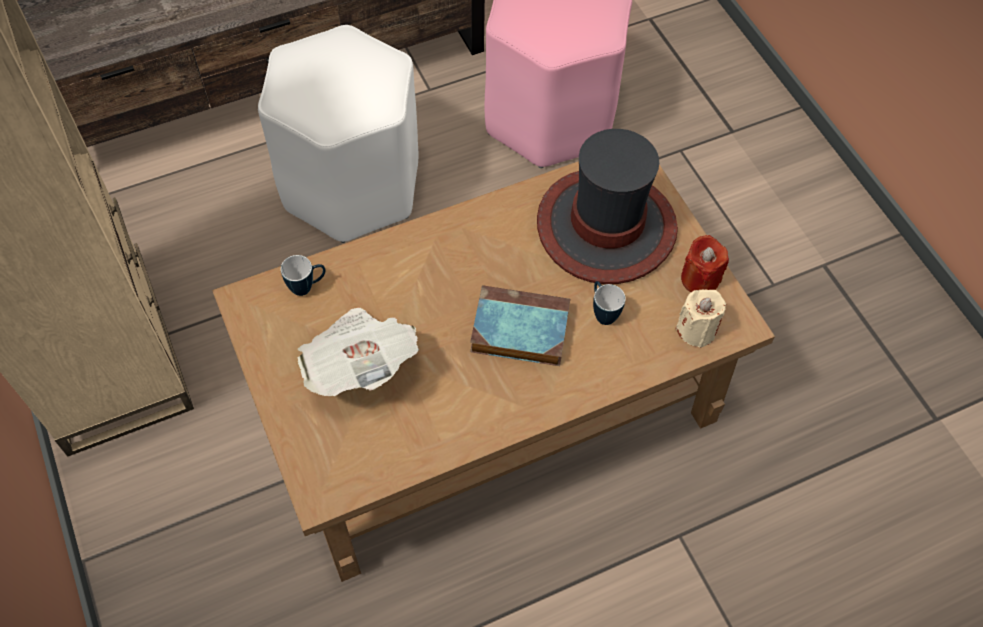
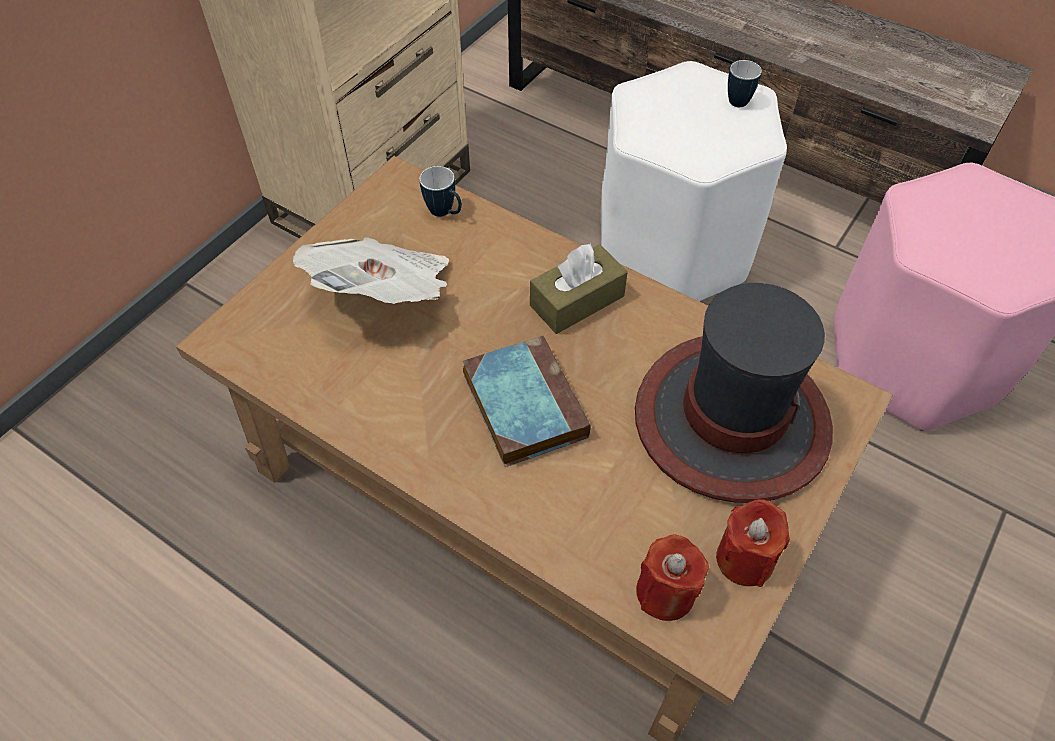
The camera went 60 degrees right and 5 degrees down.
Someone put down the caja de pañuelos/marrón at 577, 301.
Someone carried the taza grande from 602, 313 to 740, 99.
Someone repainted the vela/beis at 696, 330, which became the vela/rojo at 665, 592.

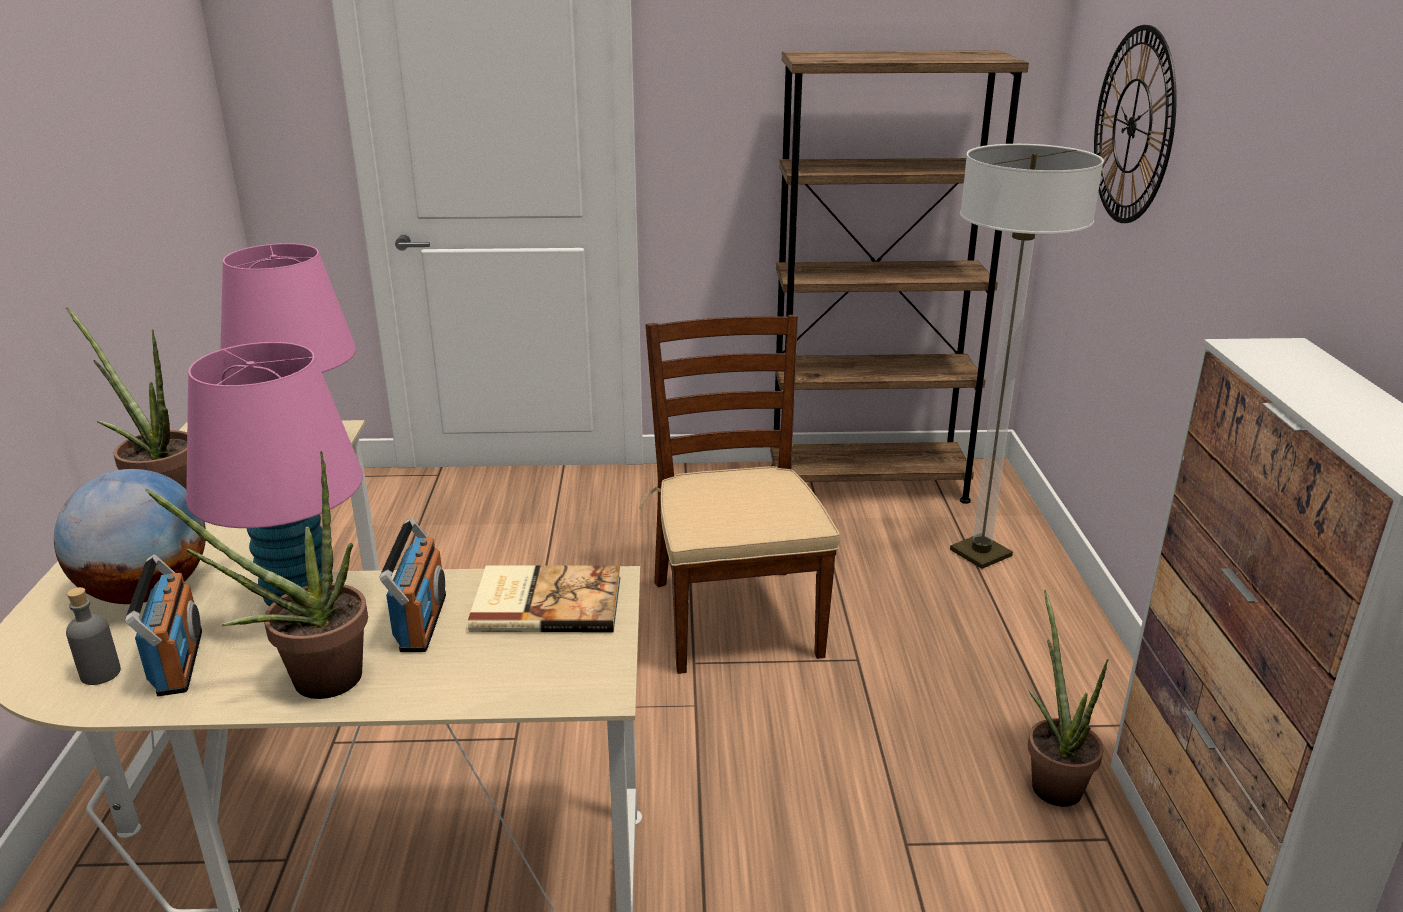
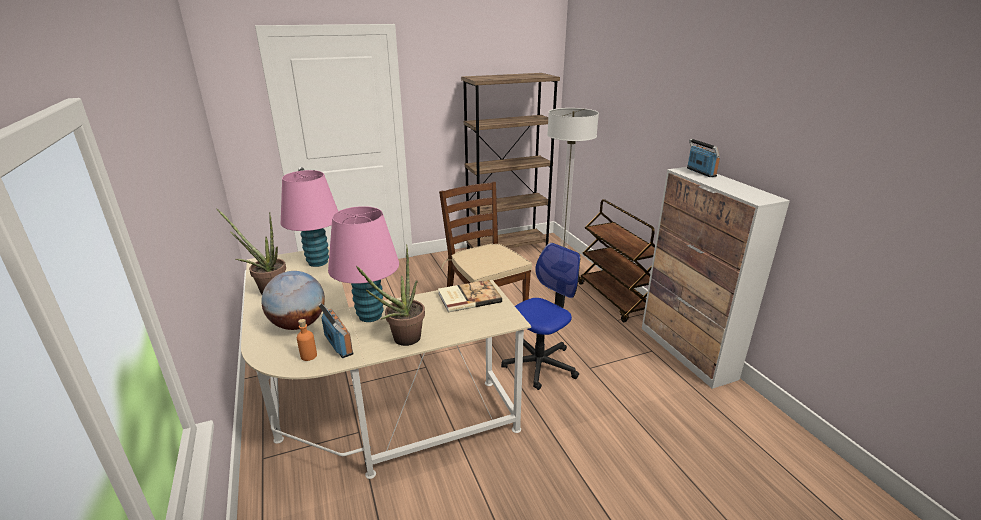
The camera went 20 degrees left and 0 degrees up.
Someone took away the planta en maceta at 1051, 781.
Someone took away the reloj de pared at 1132, 126.
Someone put down the silla de oficina at 540, 364.
Someone put down the carrito/marrón at 615, 299.
Someone carried the radio from 421, 622 to 700, 172.
Someone repainted the botella/gris at 100, 673, which became the botella/naranja at 309, 356.

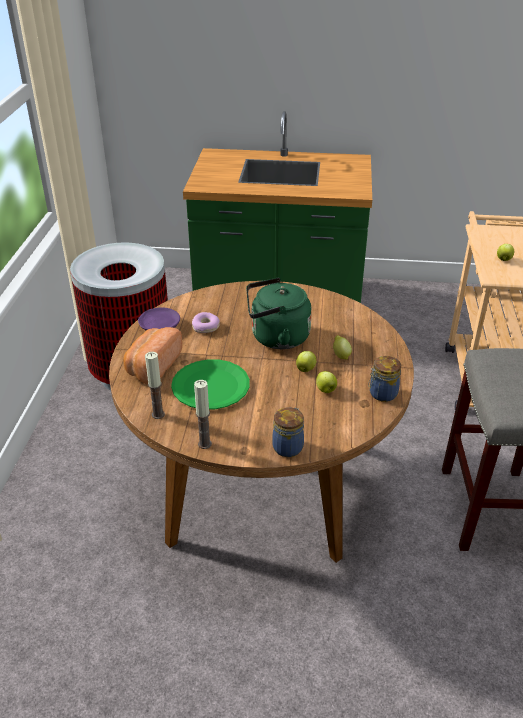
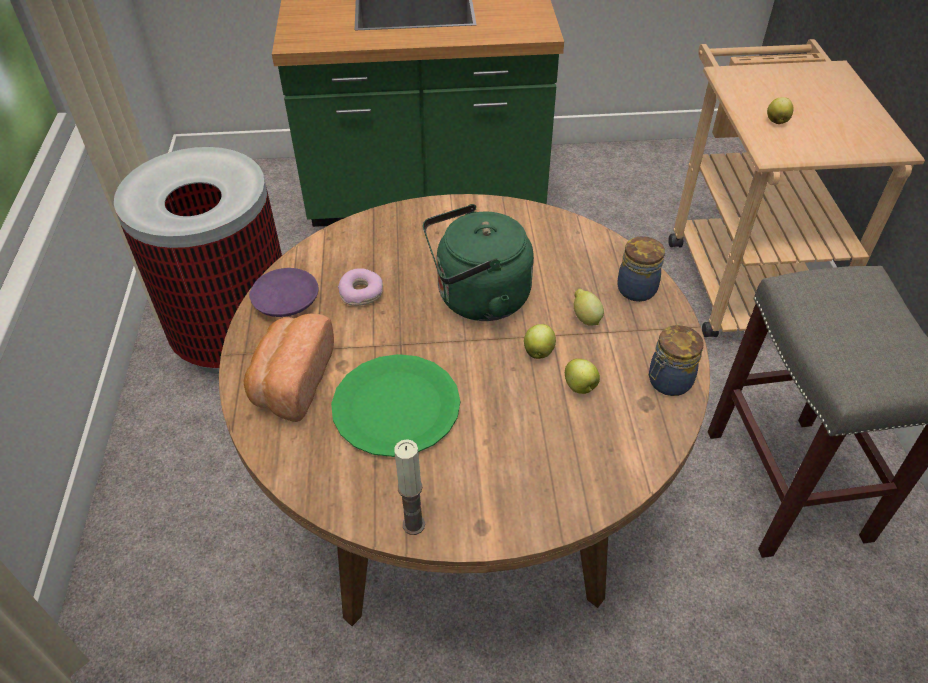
The camera went 10 degrees left and 10 degrees up.
Someone took away the vela at 158, 414.
Someone carried the tarro from 288, 446 to 637, 288.

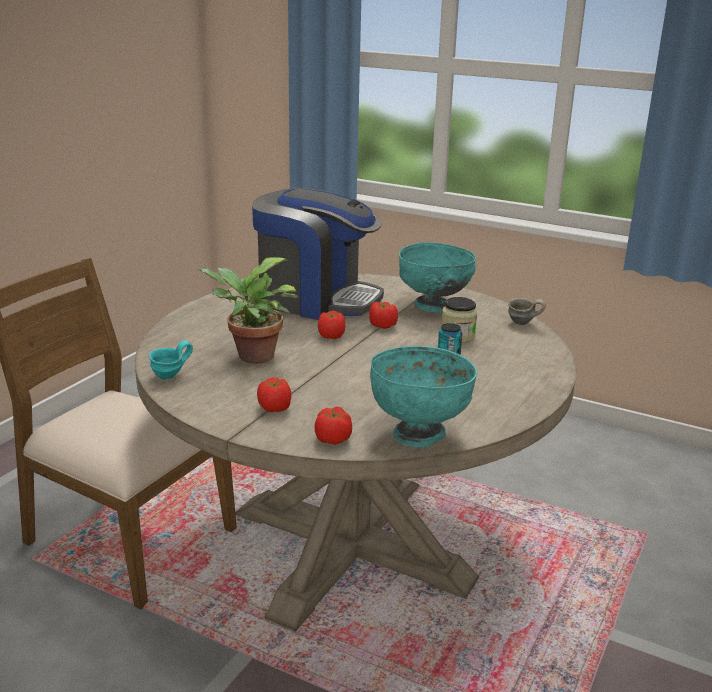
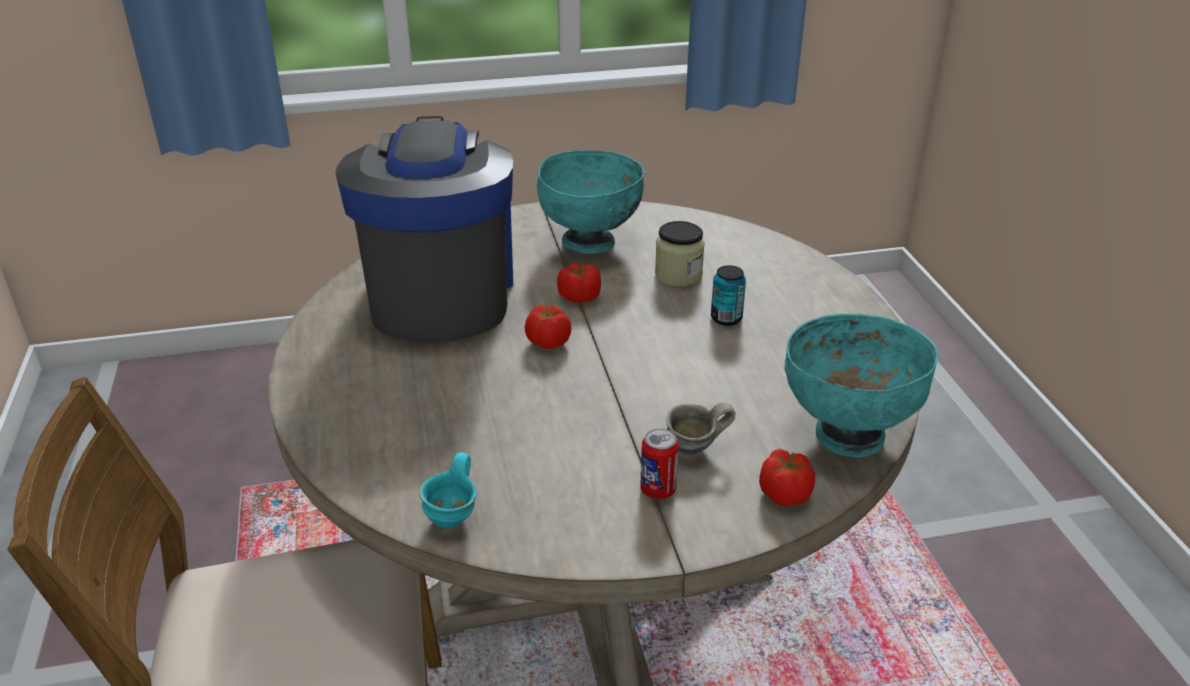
The camera went 40 degrees left and 10 degrees up.
Someone took away the planta en maceta at 251, 357.
Someone carried the taza grande/gris from 522, 324 to 695, 450.
Someone swapped the tomate at 274, 408 for the lata at 658, 490.
Someone rotated the cafetera at 316, 299 by 75 degrees counterclockwise.

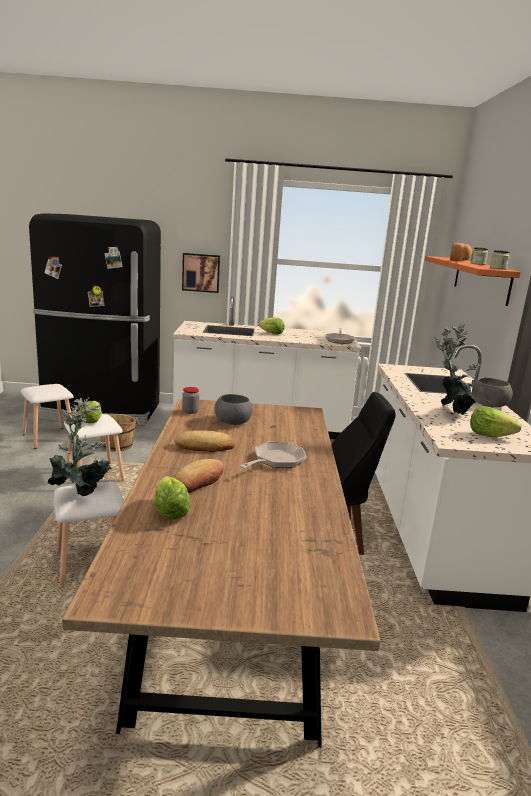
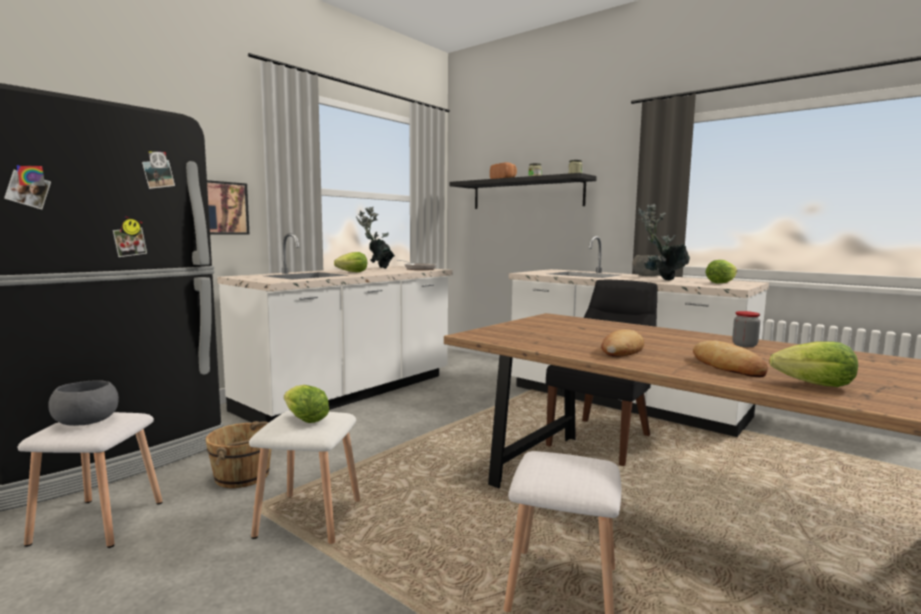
The camera went 50 degrees left and 10 degrees down.
Someone took away the sartén at 276, 460.
Someone carried the planta en maceta from 81, 491 to 377, 268.
Someone carried the tarro from 190, 411 to 744, 345.
Someone carried the cuenco/gris from 233, 422 to 87, 421.
Someone repainted the estante/naranja at 481, 279, which became the estante/negro at 526, 194.

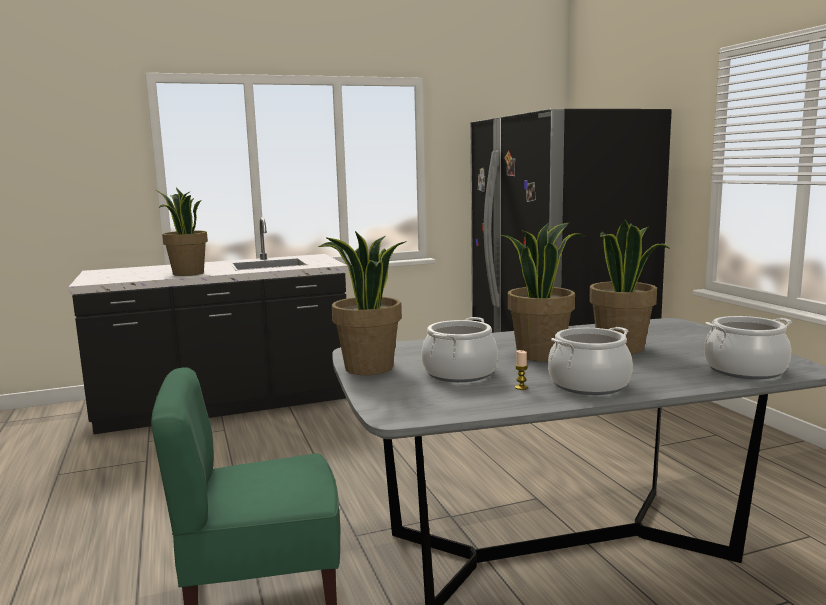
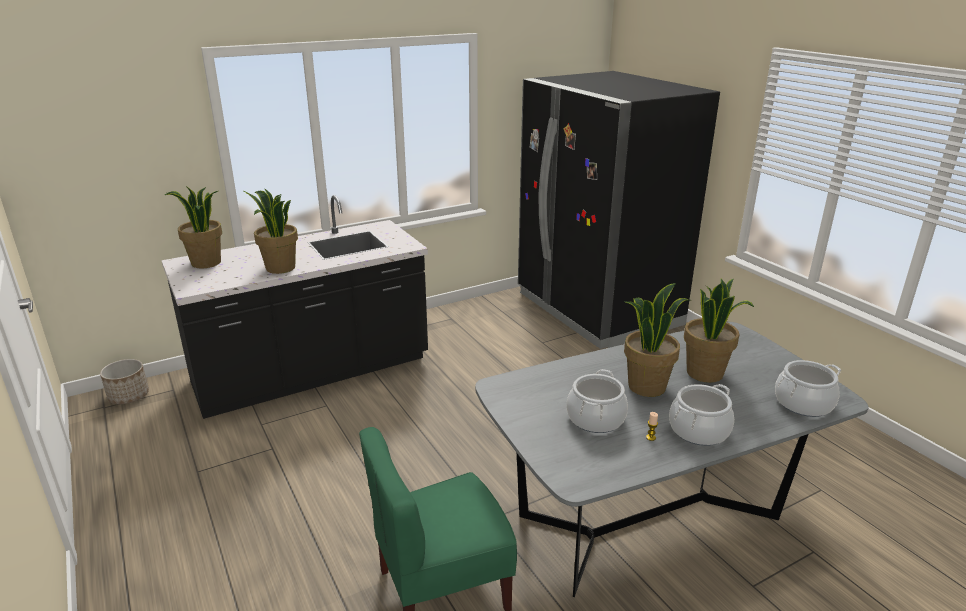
The camera went 10 degrees left and 15 degrees up.
Someone put down the maceta at 128, 396.
Someone carried the planta en maceta from 368, 368 to 206, 263.

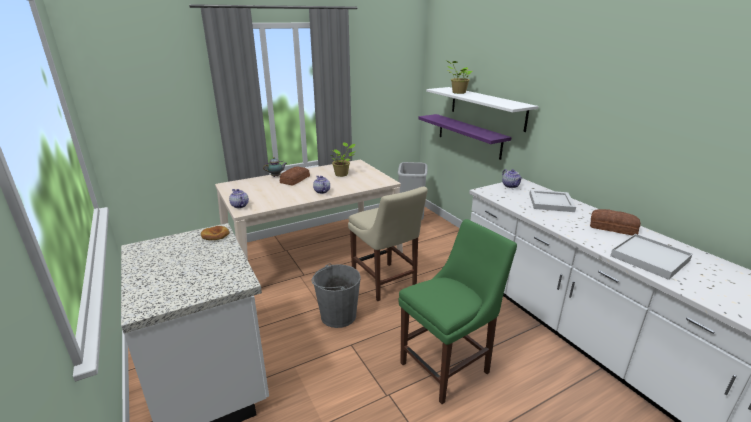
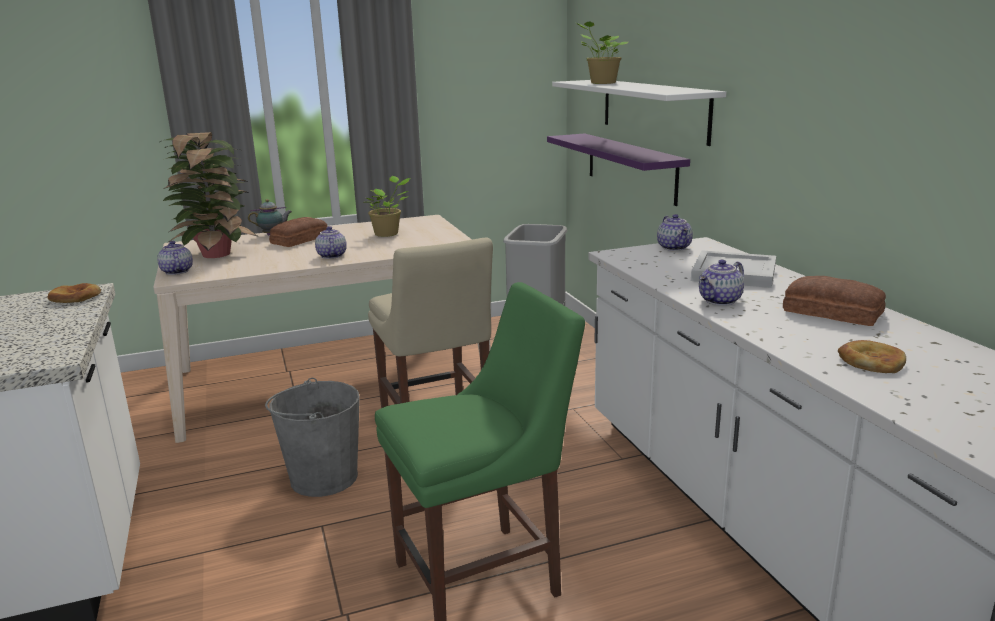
The camera went 10 degrees right and 5 degrees down.
Someone put down the planta en maceta at 216, 253.
Someone put down the tetera at 720, 301.
Someone swapped the bandeja/blanco at 649, 258 for the pan at 871, 361.

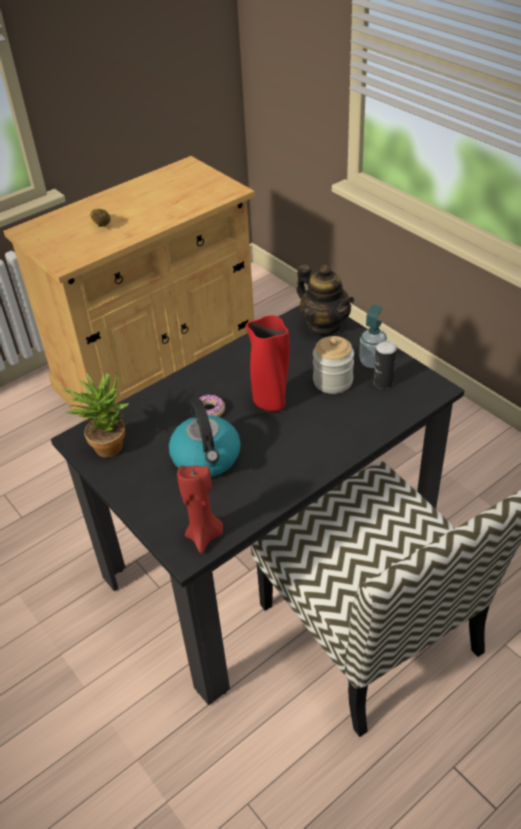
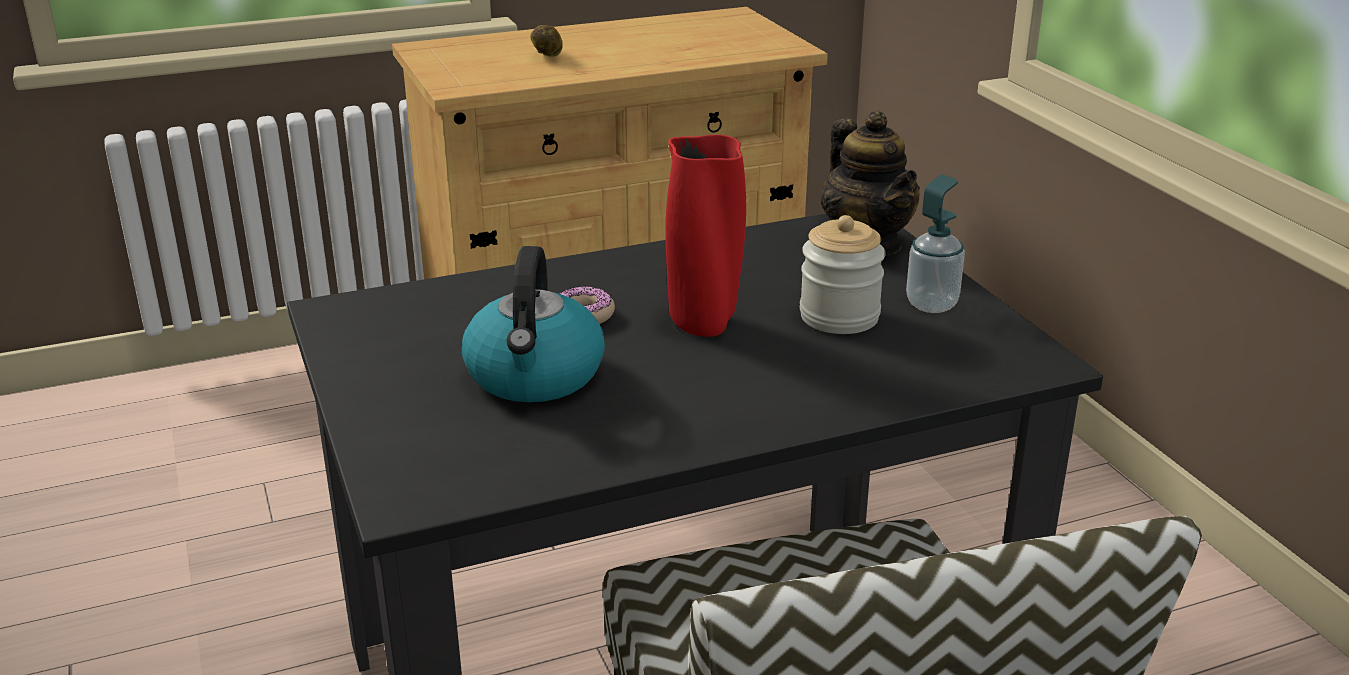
The camera went 15 degrees right and 15 degrees down.
Someone took away the planta en maceta at 107, 443.
Someone took away the vela/rojo at 204, 536.
Someone took away the lata at 383, 382.

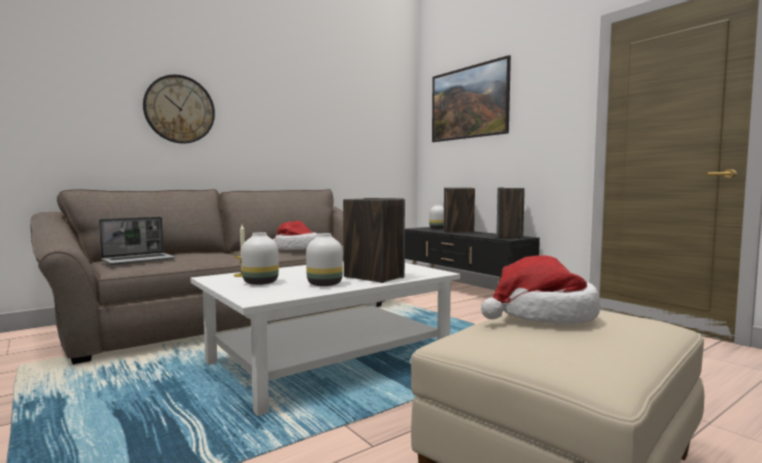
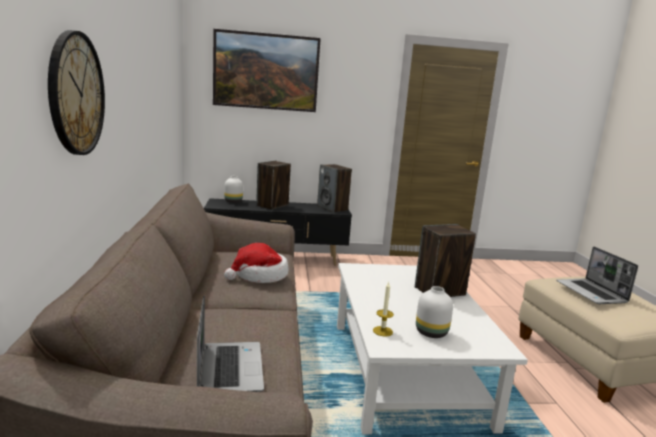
The camera went 60 degrees left and 10 degrees up.
Someone took away the florero/blanco at 325, 284.
Someone swapped the sombrero at 543, 316 for the portátil at 592, 293.

